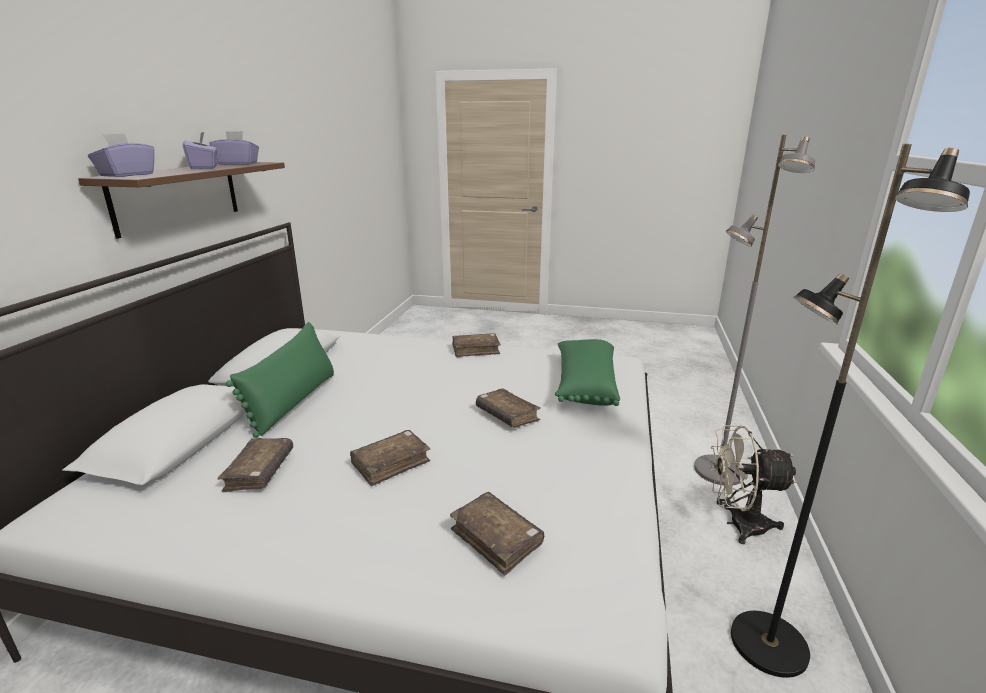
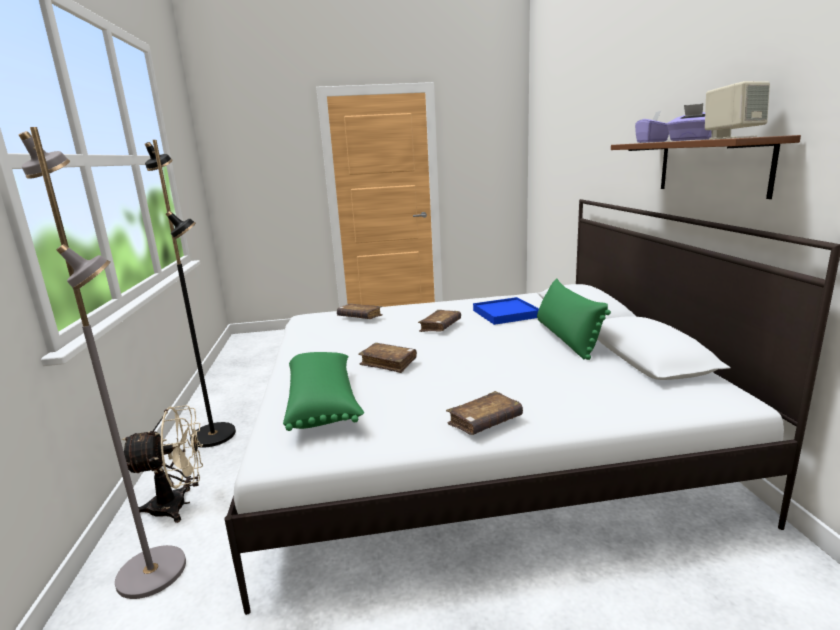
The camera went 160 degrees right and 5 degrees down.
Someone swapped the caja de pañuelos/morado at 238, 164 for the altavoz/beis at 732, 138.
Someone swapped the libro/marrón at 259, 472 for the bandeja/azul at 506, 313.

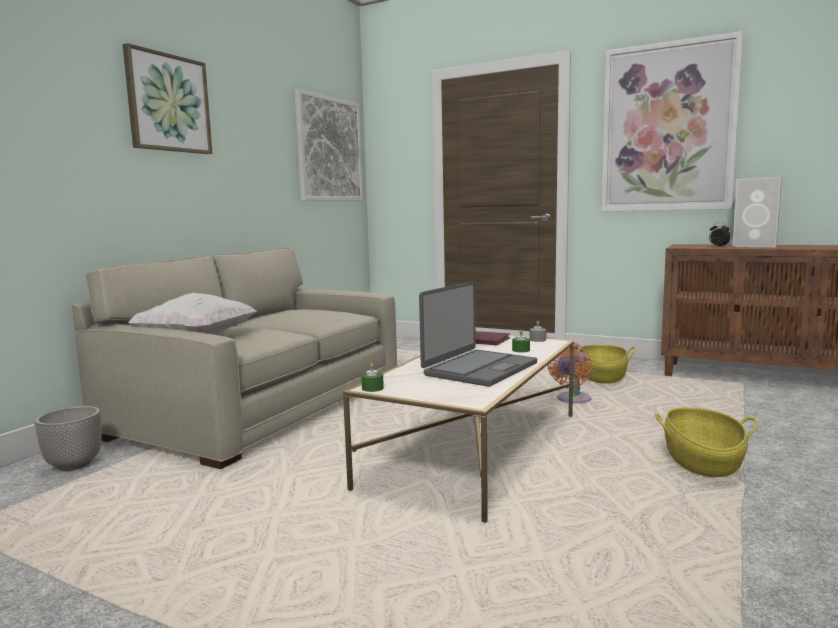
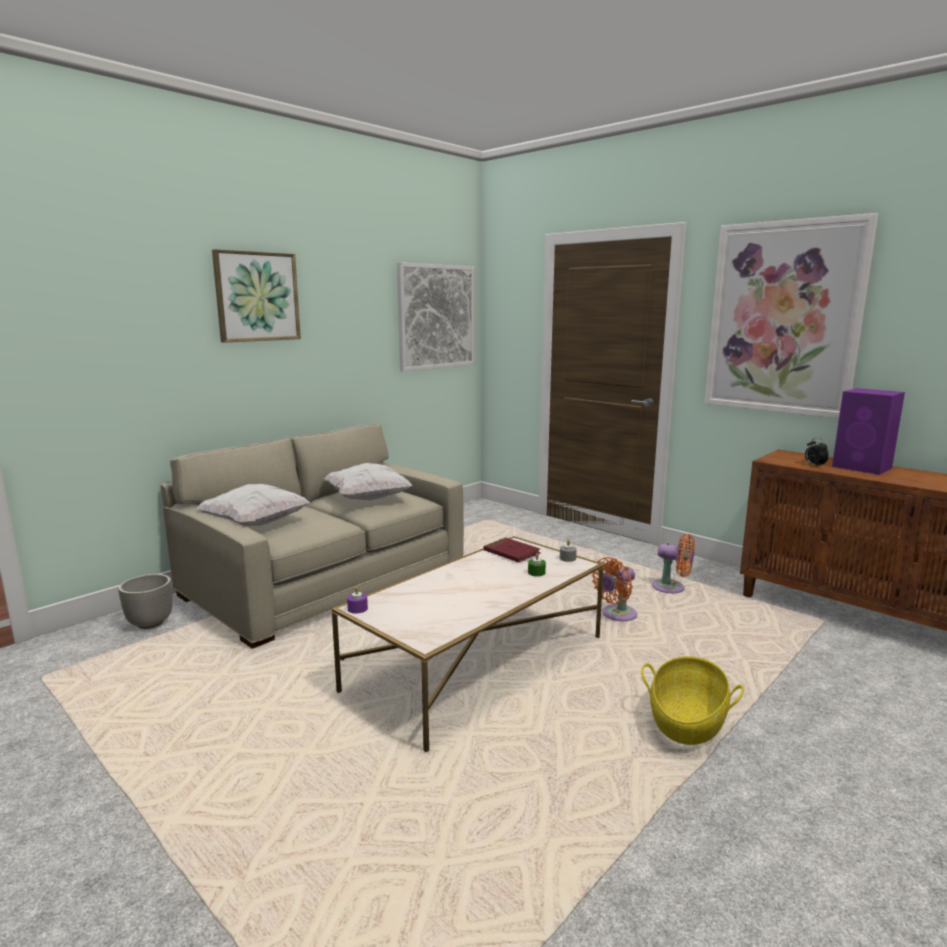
The camera went 15 degrees right and 5 degrees up.
Someone took away the portátil at 479, 369.
Someone put down the cojín/blanco at 369, 499.
Someone swapped the cesta at 602, 377 for the ventilador/naranja at 672, 588.
Someone repainted the vela/verde at 372, 388, which became the vela/morado at 357, 608.
Someone repainted the altavoz/blanco at 756, 246, which became the altavoz/morado at 863, 467.

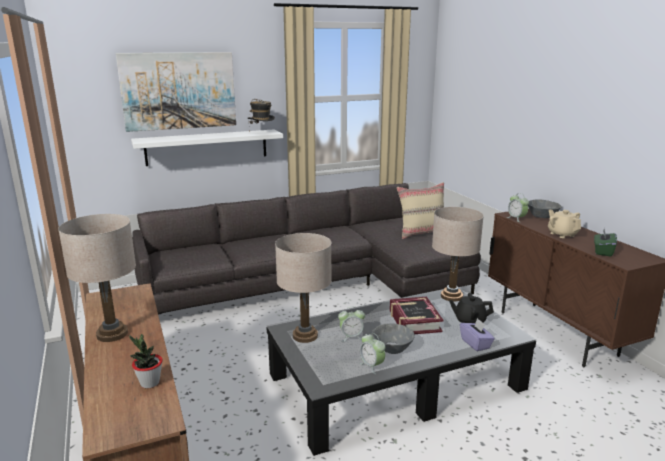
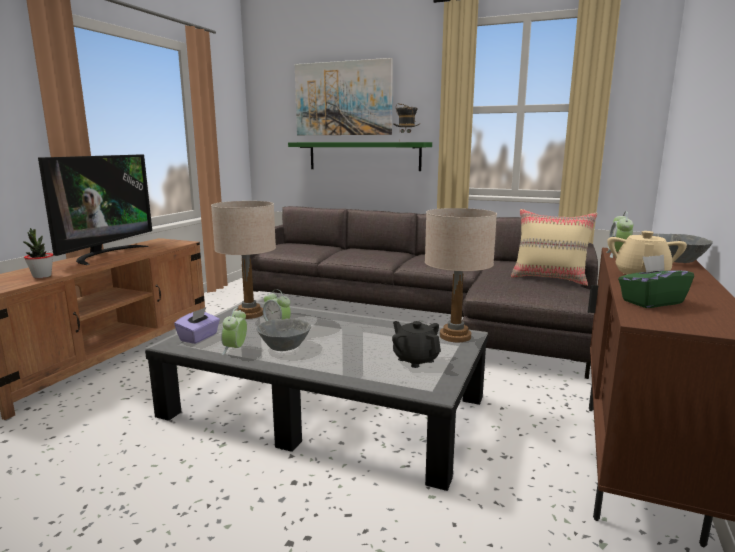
The camera went 45 degrees right and 5 degrees down.
Someone took away the libro at 414, 321.
Someone carried the caja de pañuelos/morado from 475, 343 to 199, 337.
Someone swapped the lámpara de mesa/beis at 112, 334 for the televisor at 105, 254.
Someone repainted the estante/blanco at 207, 147, which became the estante/verde at 364, 156.

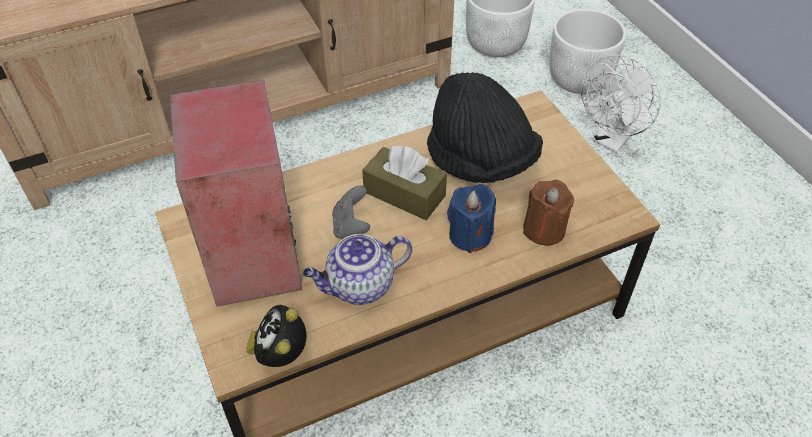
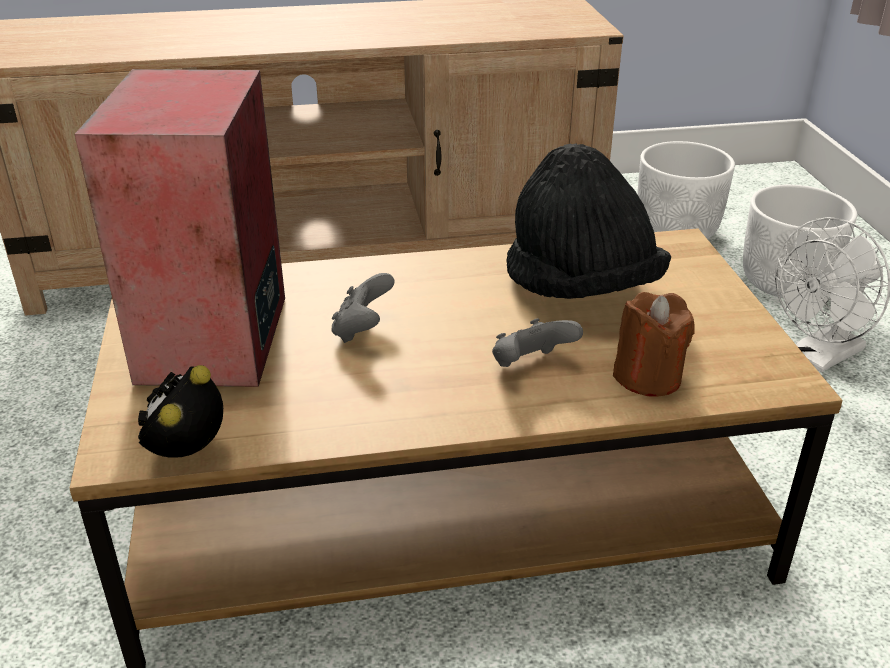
The camera went 15 degrees right and 15 degrees down.
Someone took away the tetera at 359, 286.
Someone took away the caja de pañuelos/marrón at 404, 194.
Someone swapped the vela/azul at 470, 235 for the mando de consola/gris at 530, 366.

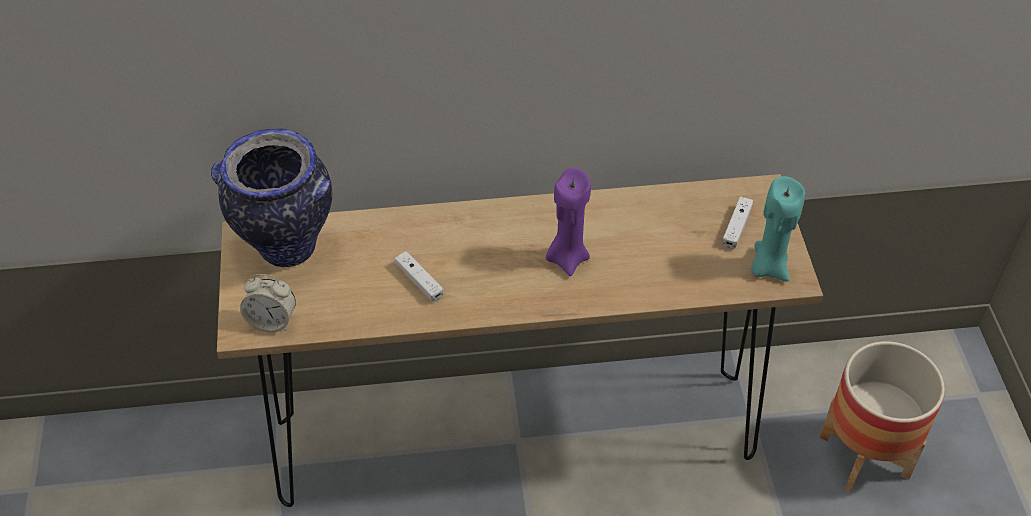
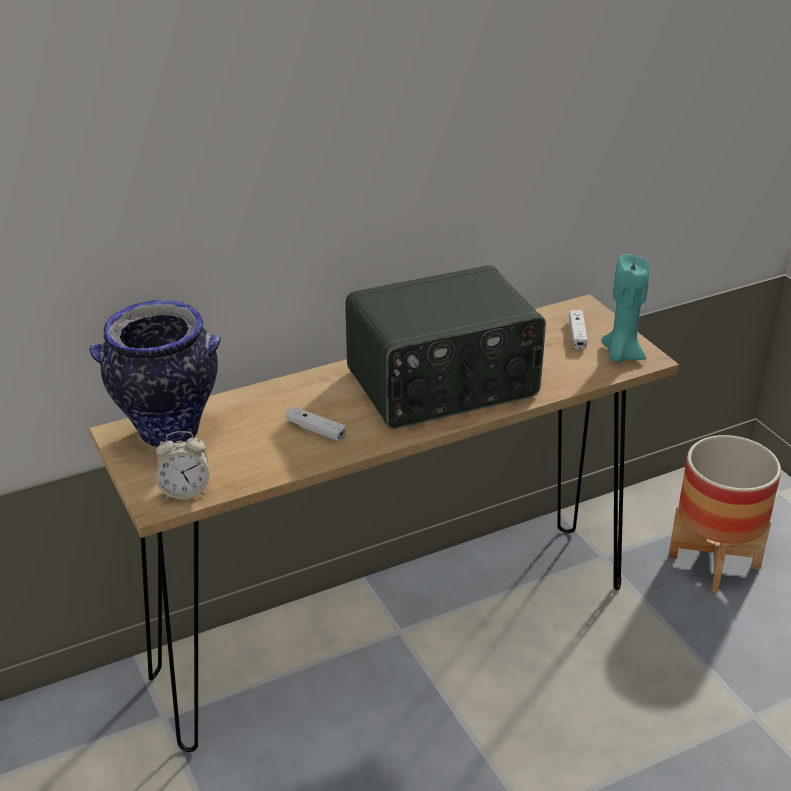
The camera went 20 degrees left and 15 degrees down.
Someone swapped the vela/morado at 567, 258 for the radio at 443, 385.

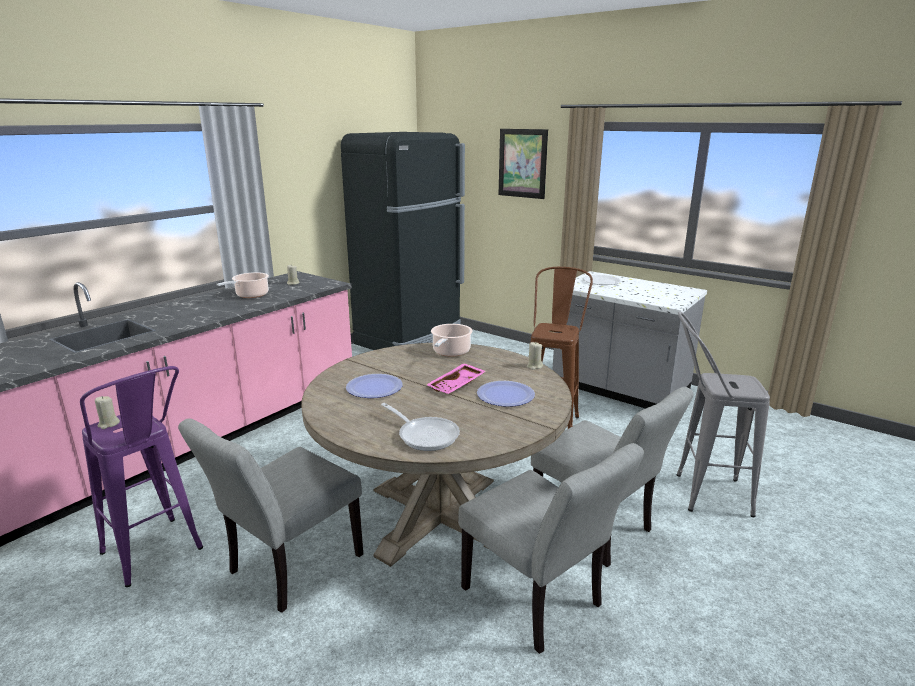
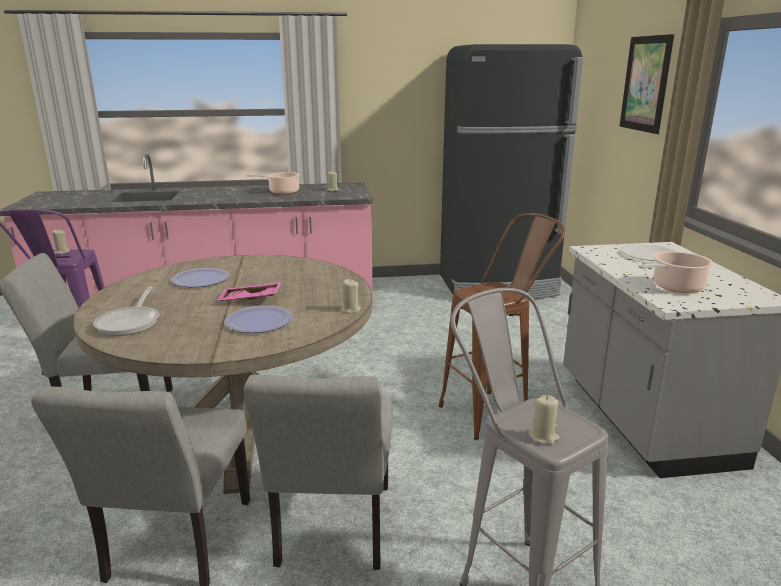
The camera went 45 degrees right and 0 degrees up.
Someone put down the vela/beis at 543, 437.
Someone carried the olla from 450, 352 to 675, 287.

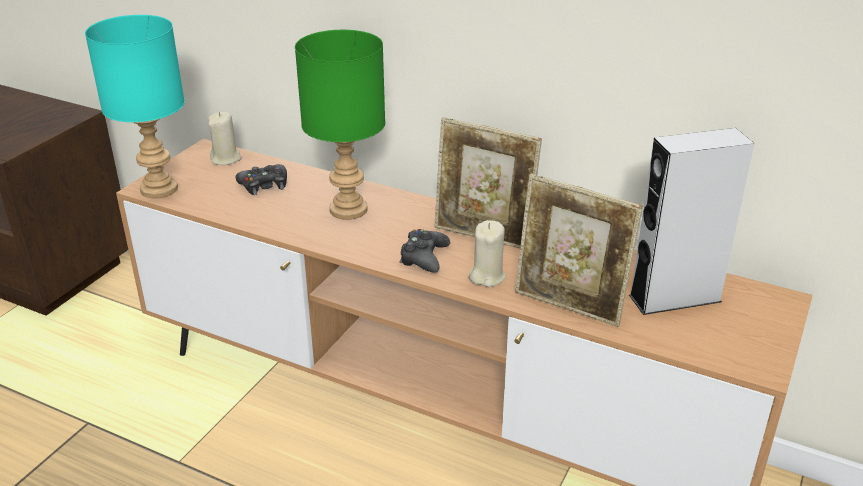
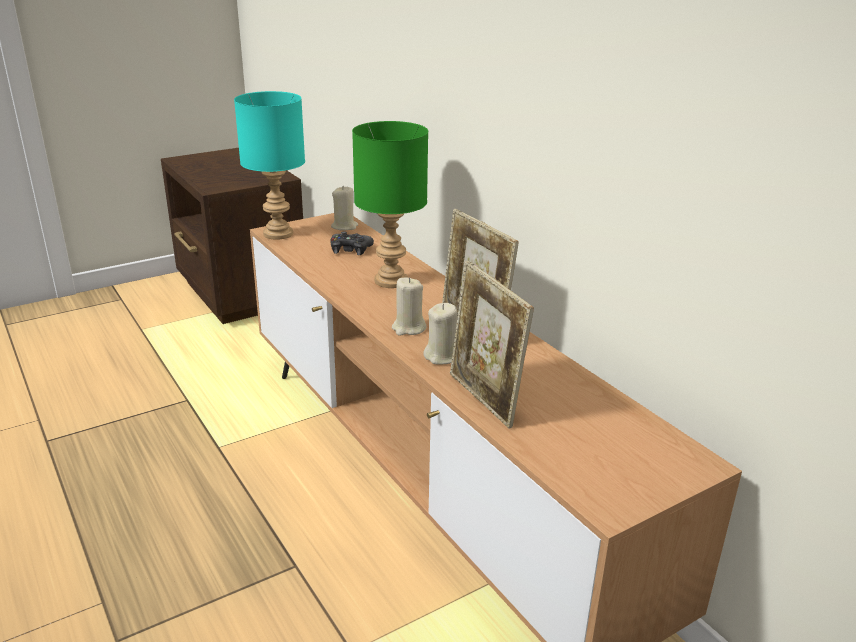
The camera went 30 degrees right and 5 degrees down.
Someone took away the altavoz/gris at 674, 298.
Someone swapped the mando de consola/negro at 424, 257 for the vela/beis at 408, 328.

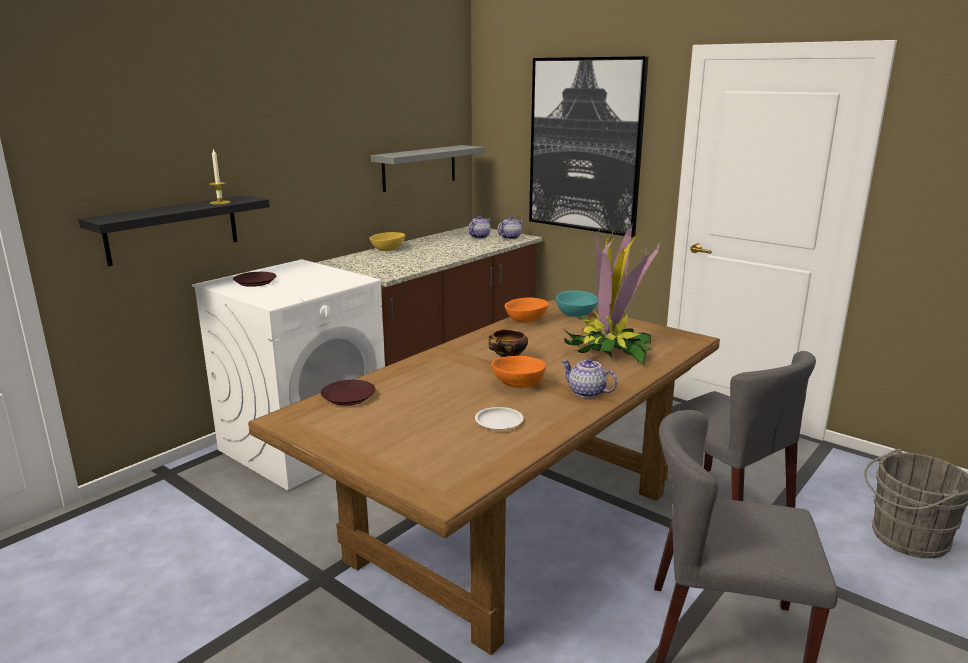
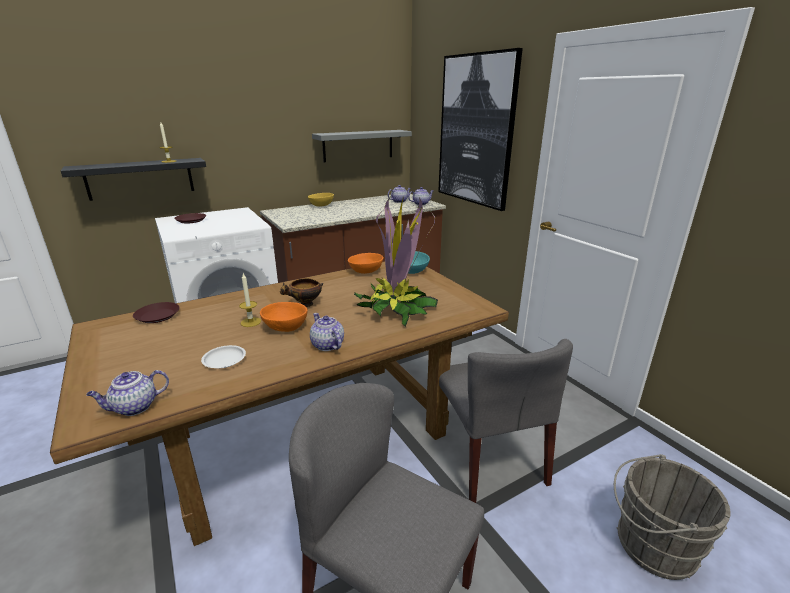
The camera went 20 degrees right and 5 degrees up.
Someone put down the tetera at 134, 407.
Someone put down the vela at 251, 322.

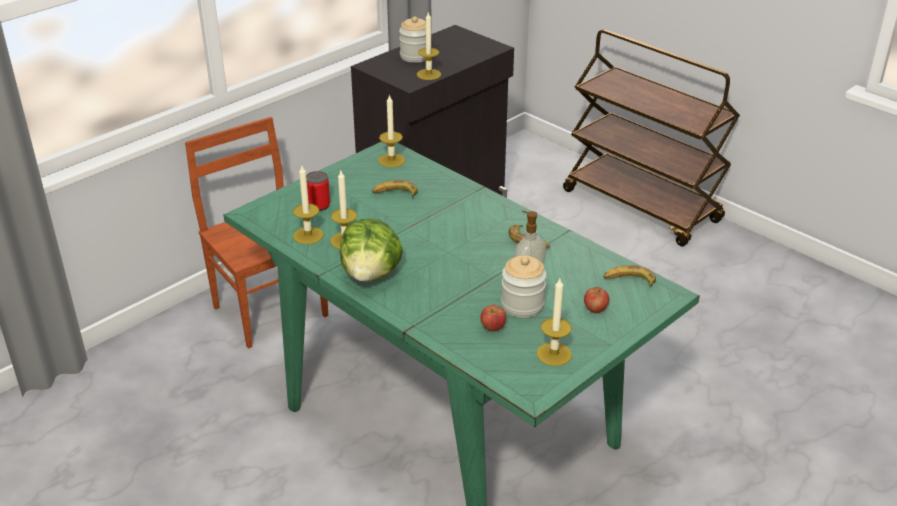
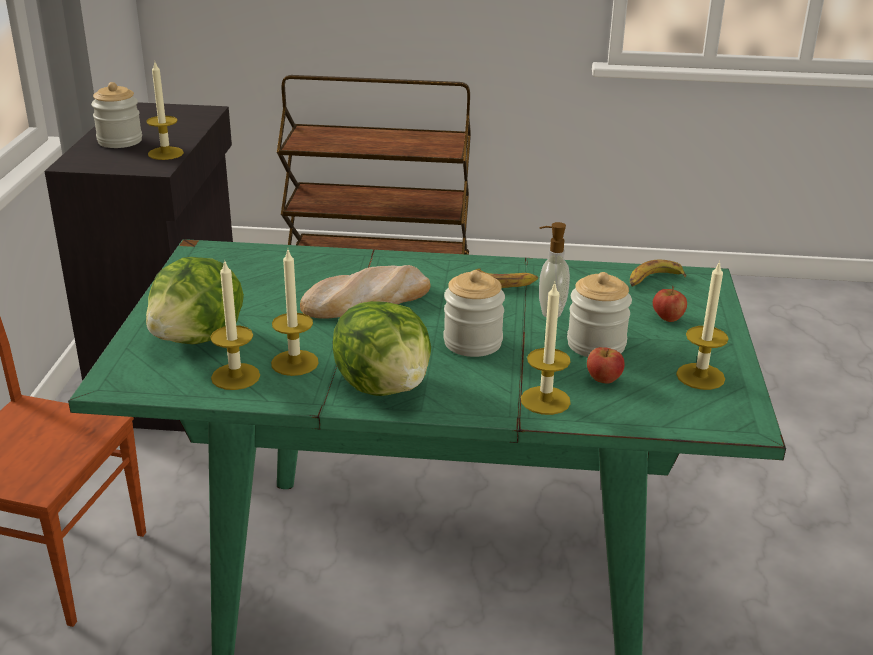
The camera went 40 degrees left and 5 degrees down.
Someone took away the plátano at 395, 194.
Someone put down the pan at 366, 300.
Someone put down the tarro at 472, 342.
Someone carried the vela from 391, 160 to 545, 400.
Someone swapped the lata at 319, 205 for the lechuga at 199, 338.

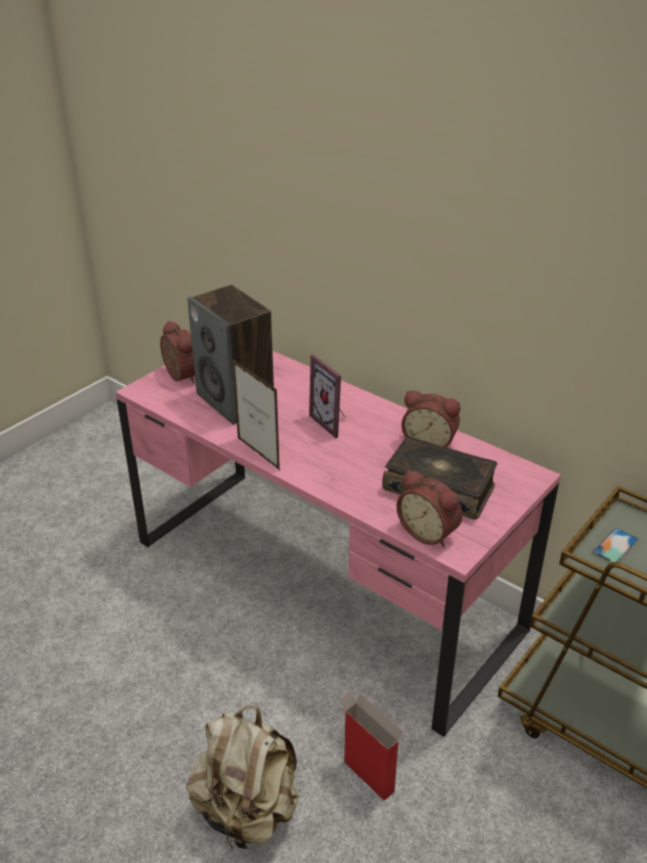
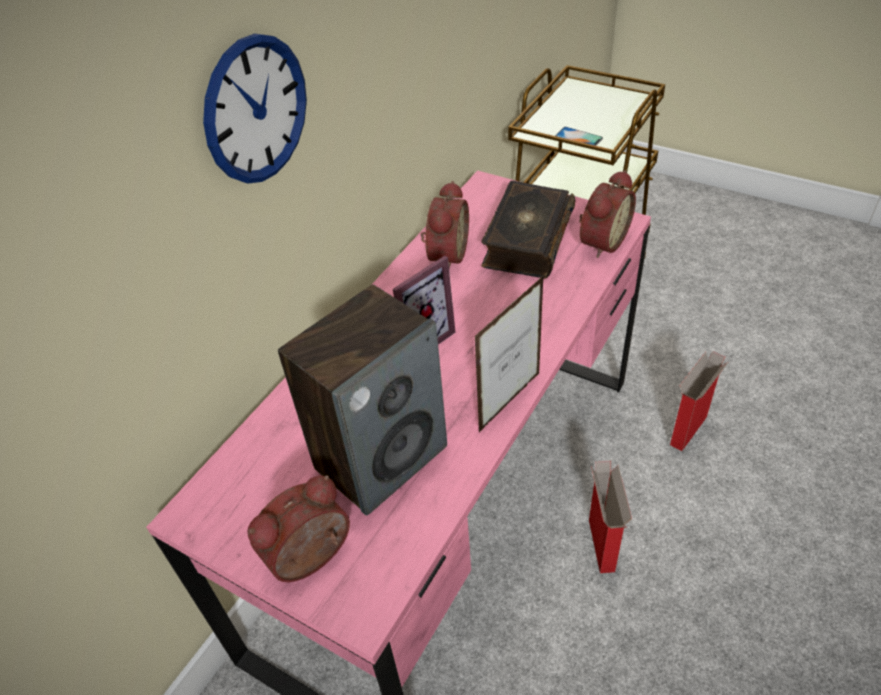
The camera went 95 degrees left and 10 degrees up.
Someone took away the mochila/beis at 247, 810.
Someone put up the reloj de pared at 256, 110.
Someone put down the caja de cartón at 602, 546.

